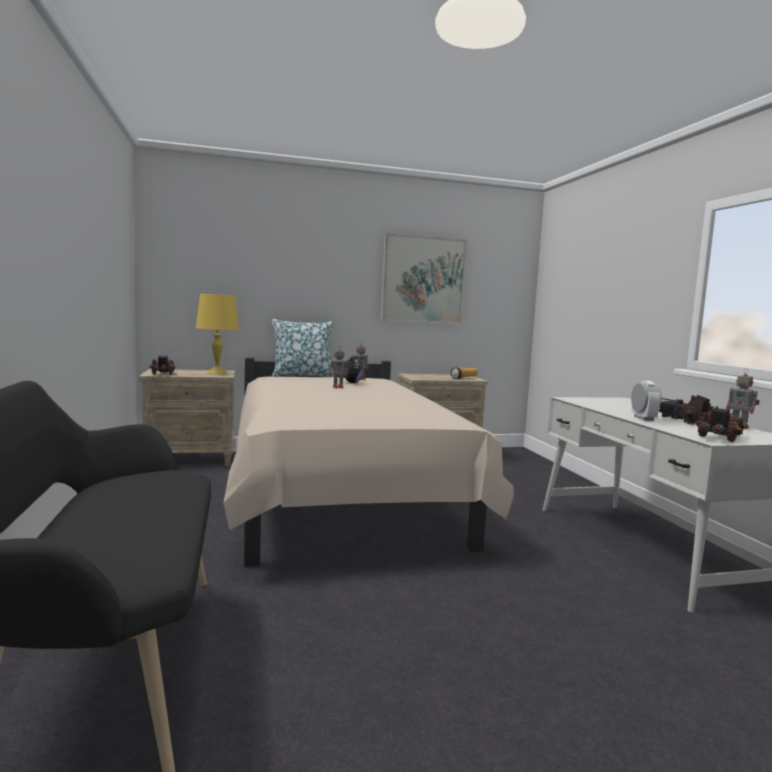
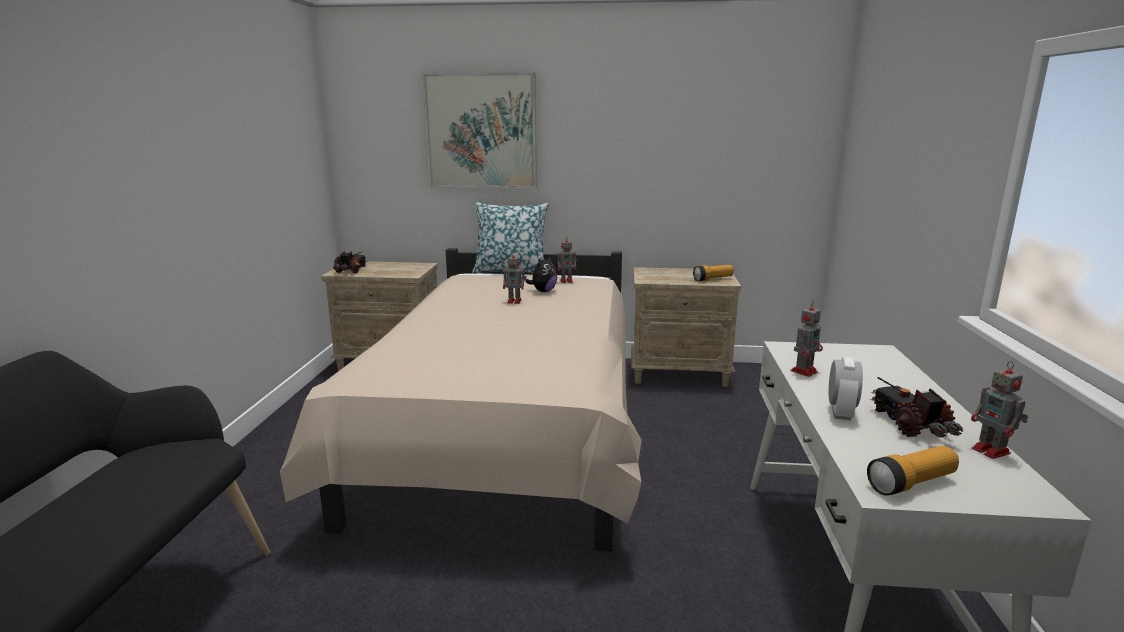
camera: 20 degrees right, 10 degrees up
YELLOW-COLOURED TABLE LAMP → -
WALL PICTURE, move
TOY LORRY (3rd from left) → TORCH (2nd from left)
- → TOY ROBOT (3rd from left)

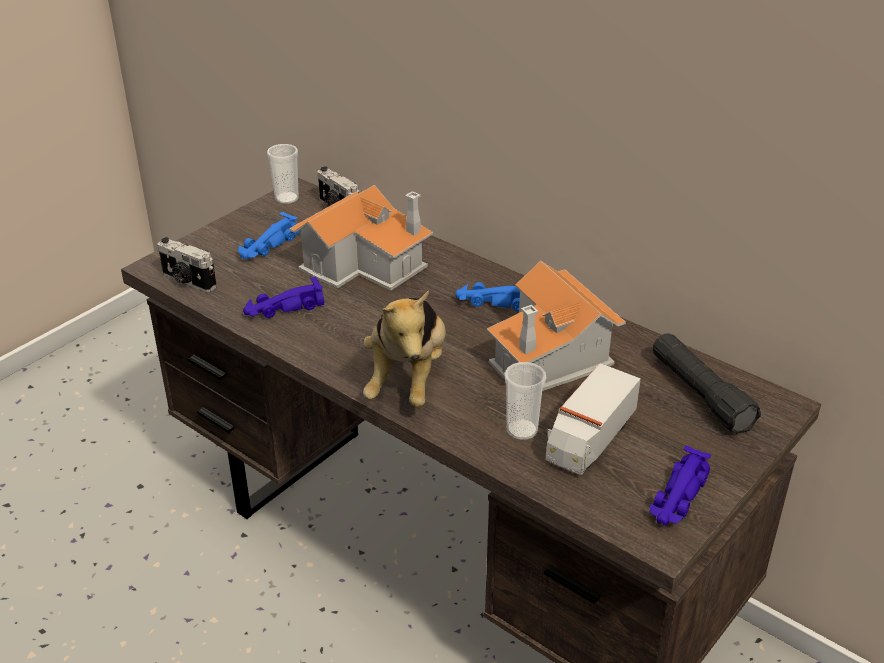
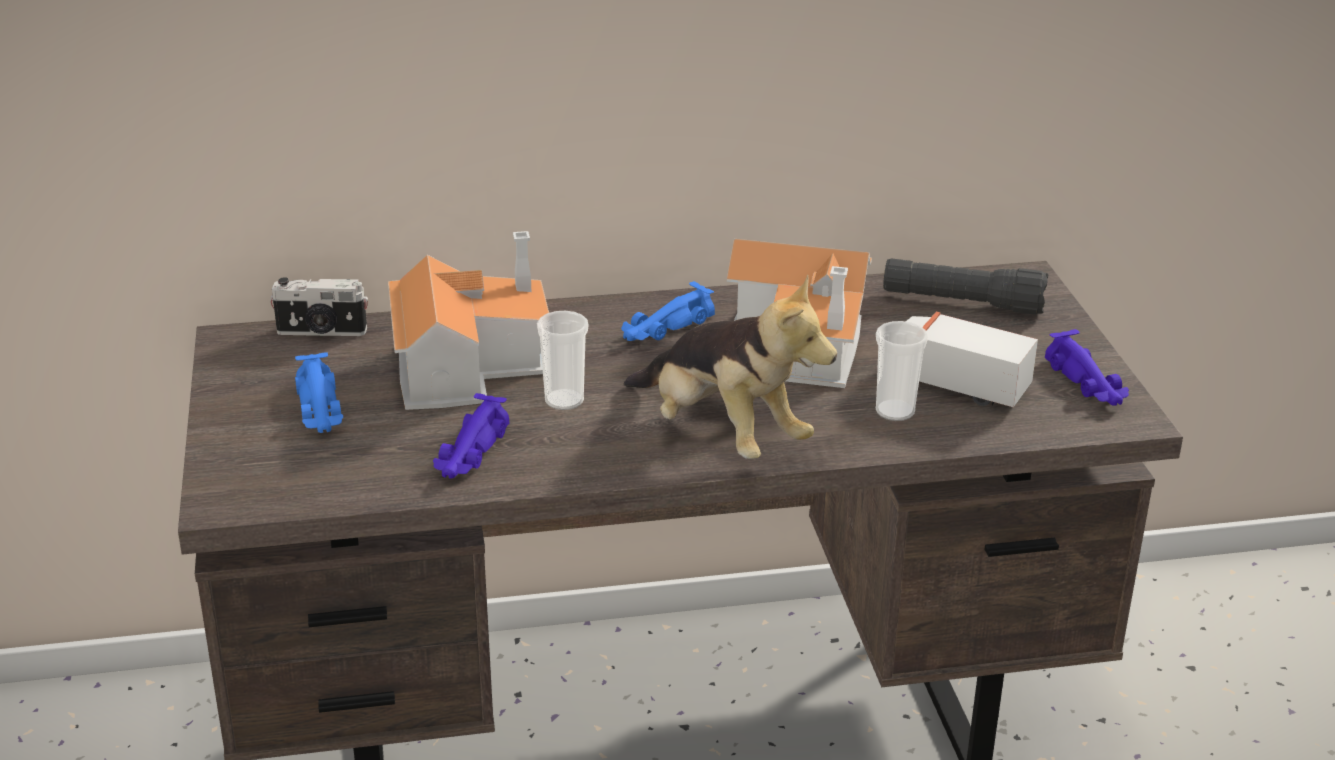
camera: 50 degrees left, 5 degrees down
PHOTO CAMERA (1st from left) → -
DRINKING CUP (1st from left), move
TOY LORRY, 135 degrees clockwise

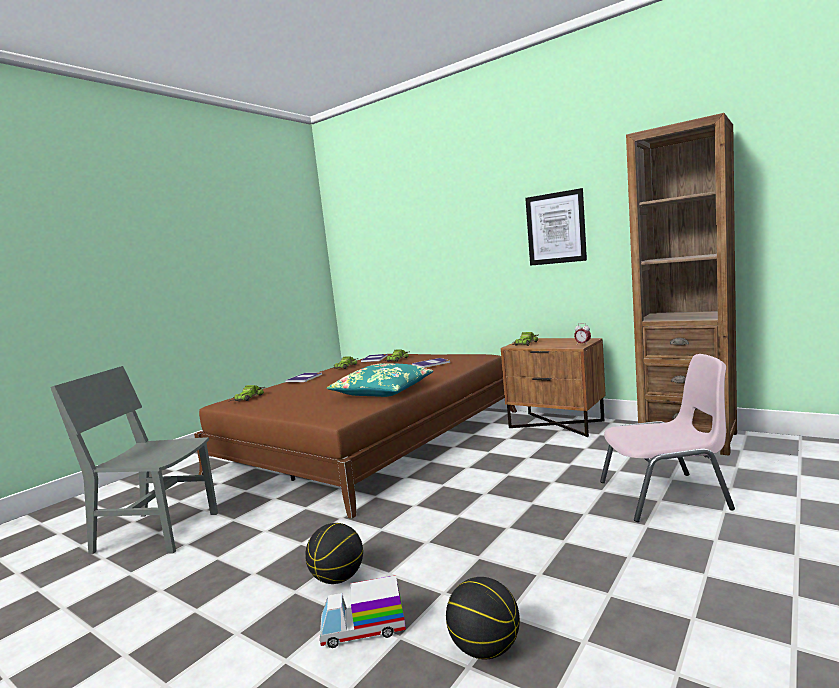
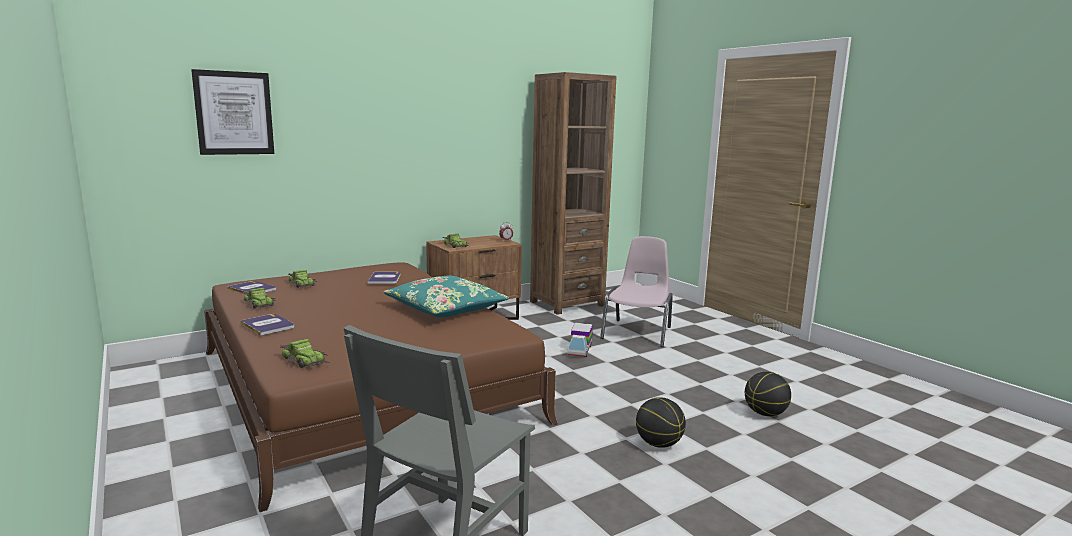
camera: 70 degrees left, 5 degrees up
TOY LORRY, move
WALL PICTURE, move

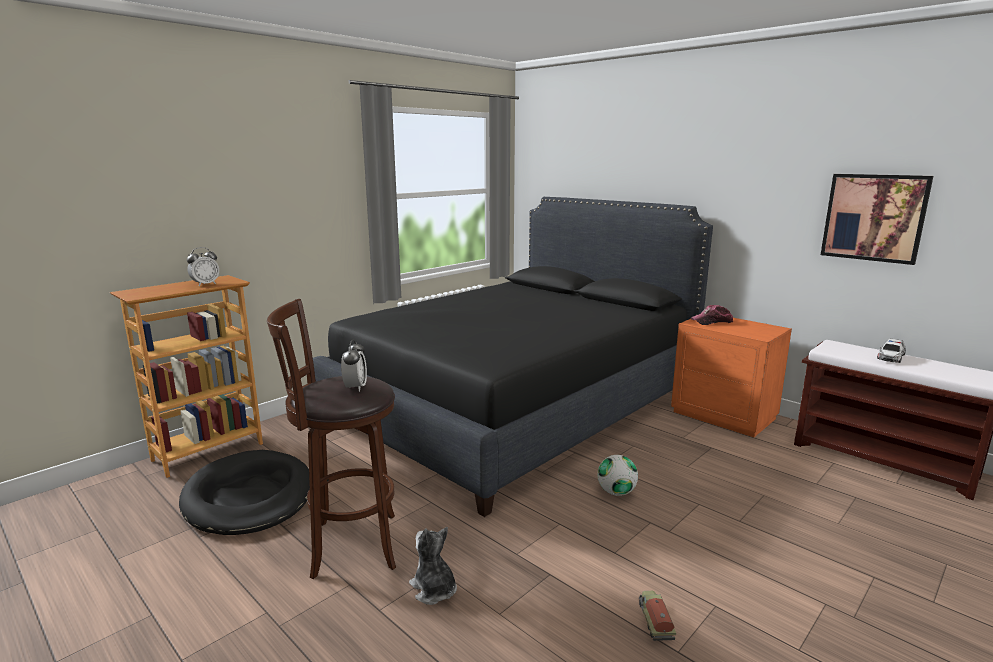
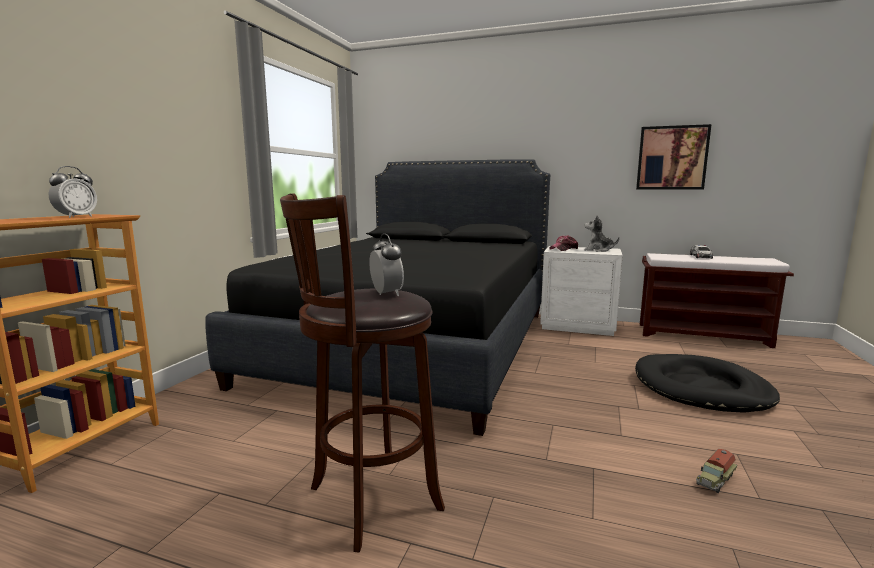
camera: 25 degrees left, 5 degrees down
BLACK-COLOURED DOG BED, move
CUDDLY TOY, move
FOOTBALL → -
TOY LORRY, 105 degrees counterclockwise
ORANGEY BEDSIDE TABLE → WHITE-COLOURED BEDSIDE TABLE

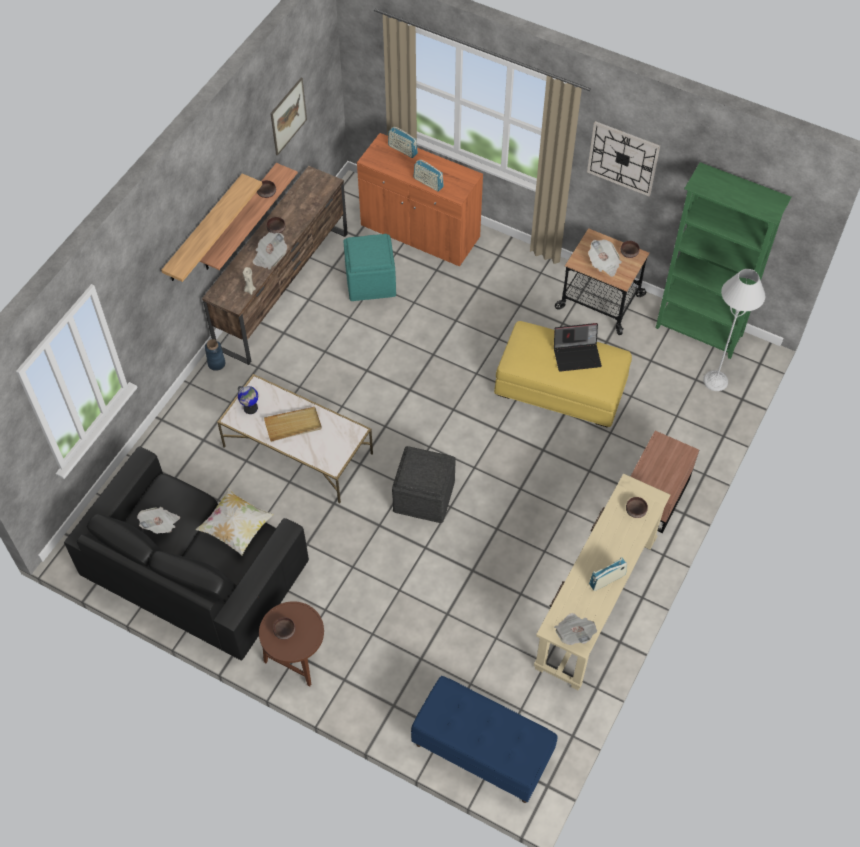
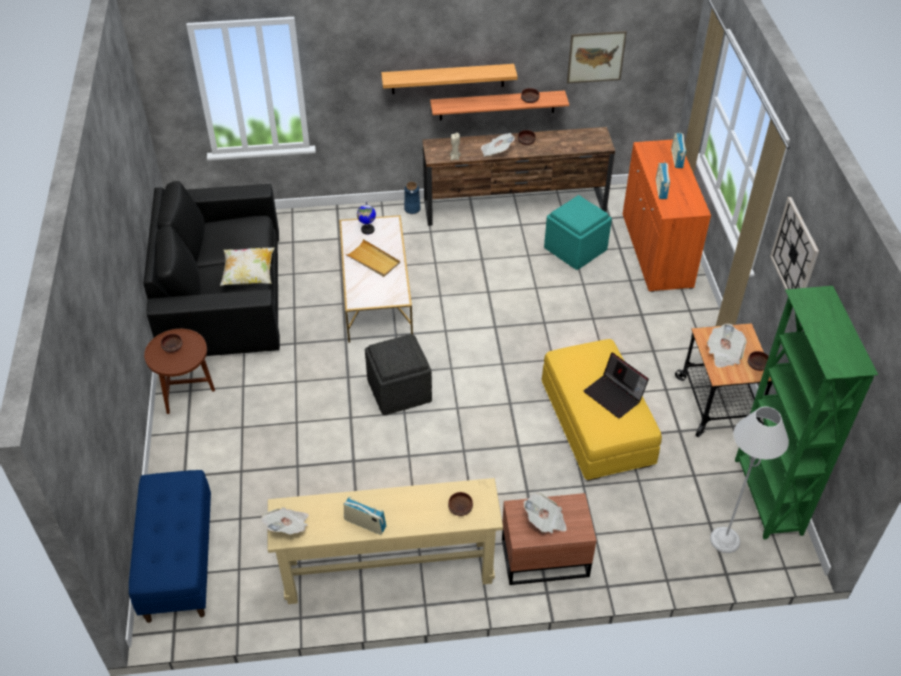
camera: 55 degrees right, 10 degrees down
DAILY PAPER (1st from left in the first image) → DAILY PAPER (3rd from left), move

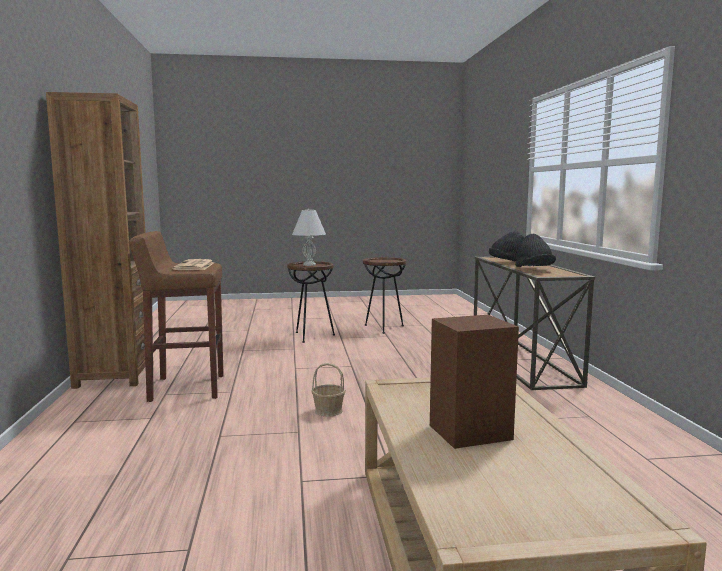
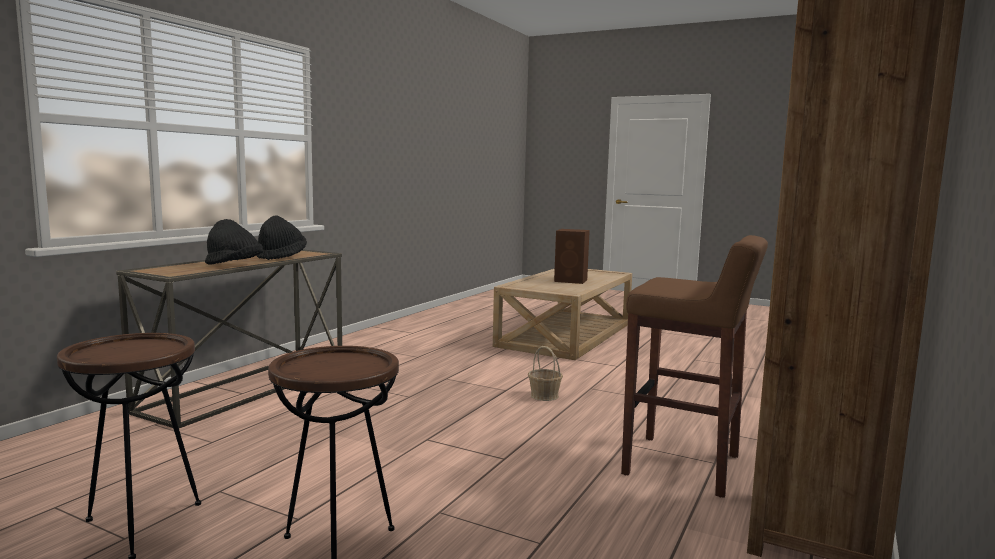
camera: 145 degrees left, 0 degrees up
DAILY PAPER → -
WHITE-COLOURED TABLE LAMP → -

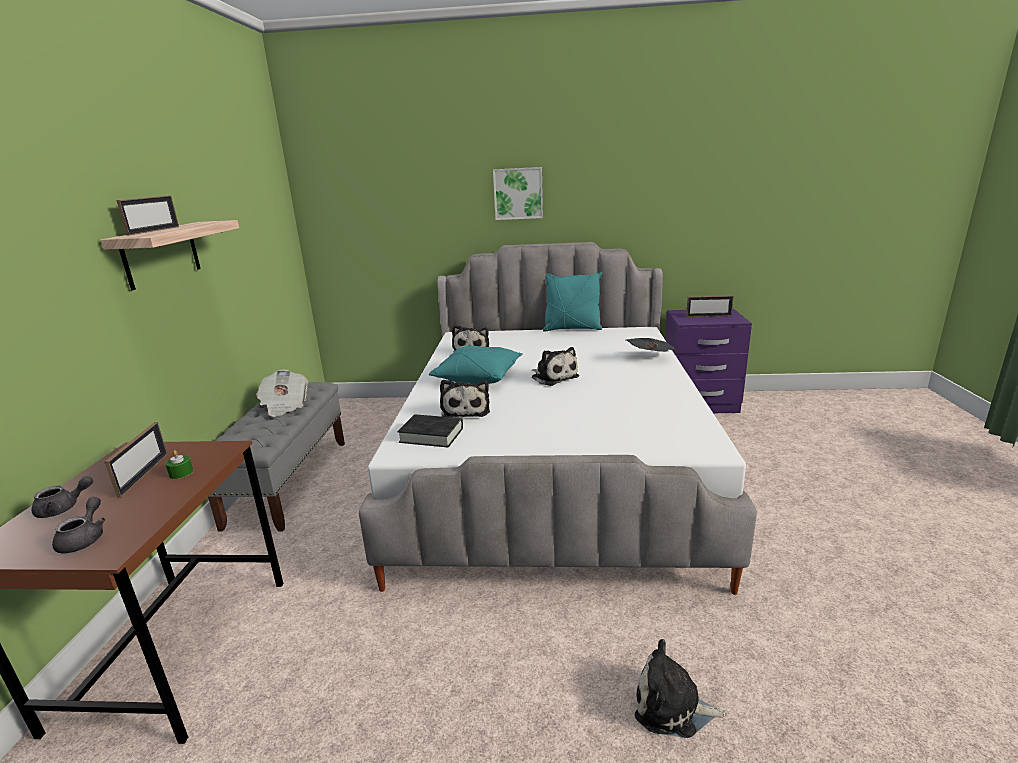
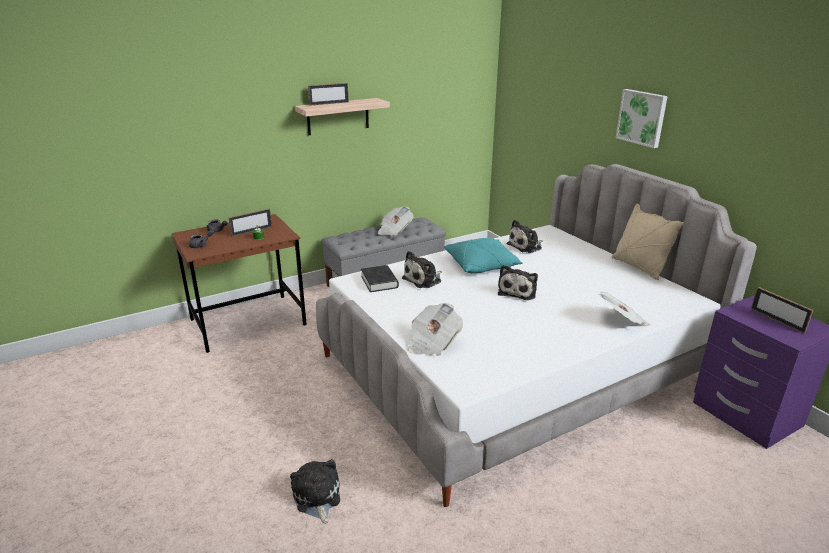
camera: 55 degrees right, 5 degrees up
TURQUOISE PILLOW (2nd from left) → BEIGE-COLOURED PILLOW
- → DAILY PAPER (2nd from left)

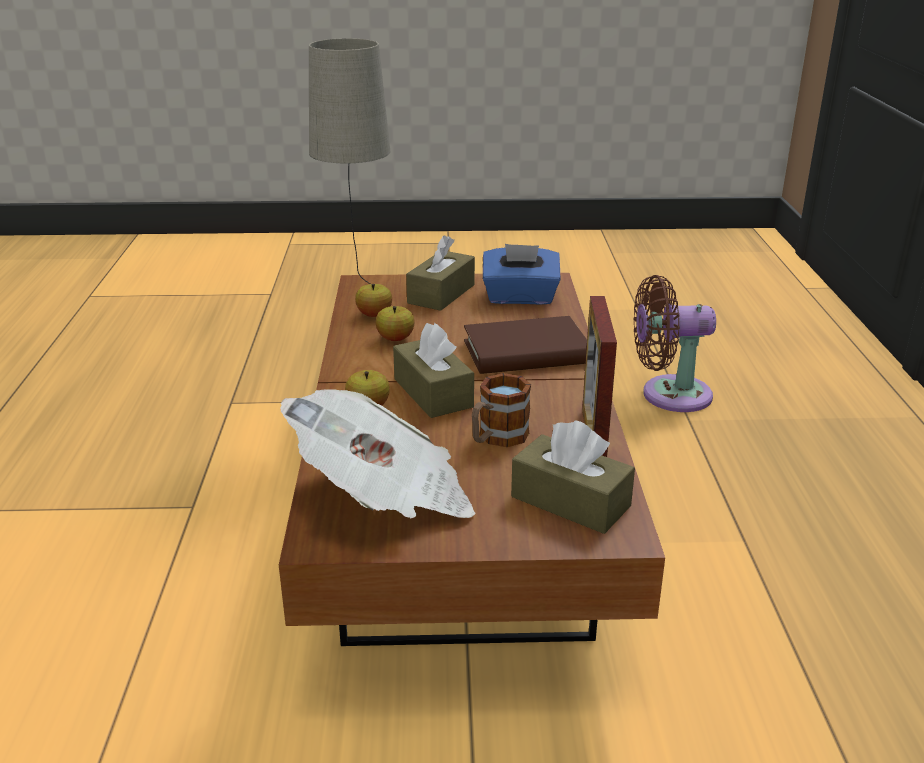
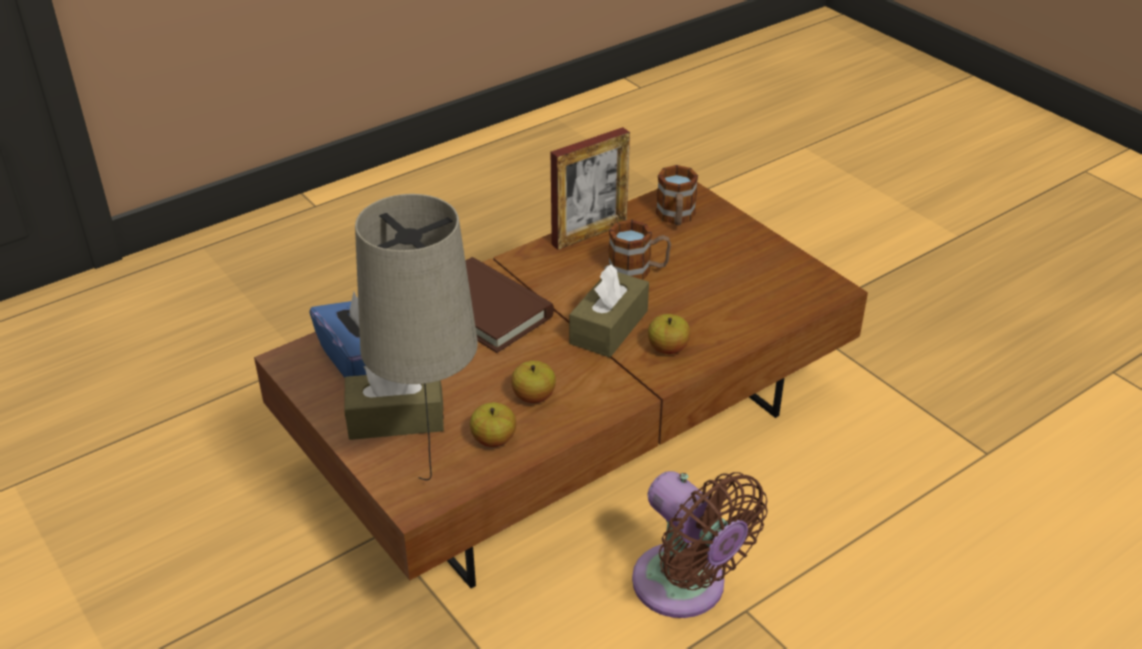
camera: 125 degrees left, 10 degrees up
DAILY PAPER → -
BROWNISH TISSUE HOLDER (3rd from left) → COFFEE MUG (2nd from left)
BROWNISH ELECTRIC FAN, move

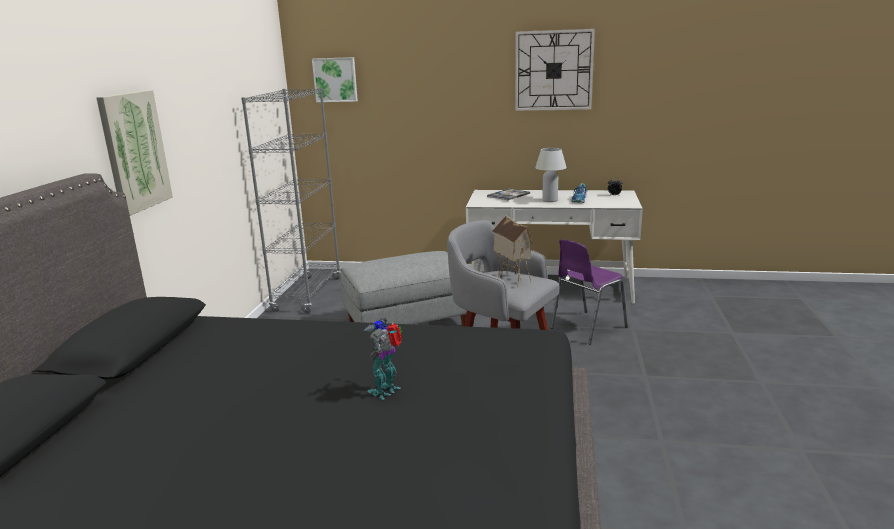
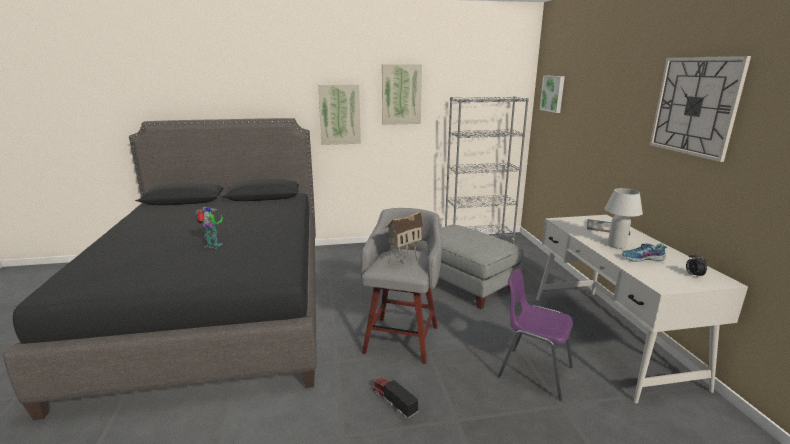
camera: 70 degrees right, 0 degrees up
- → TOY LORRY
- → WALL PICTURE (2nd from left)

